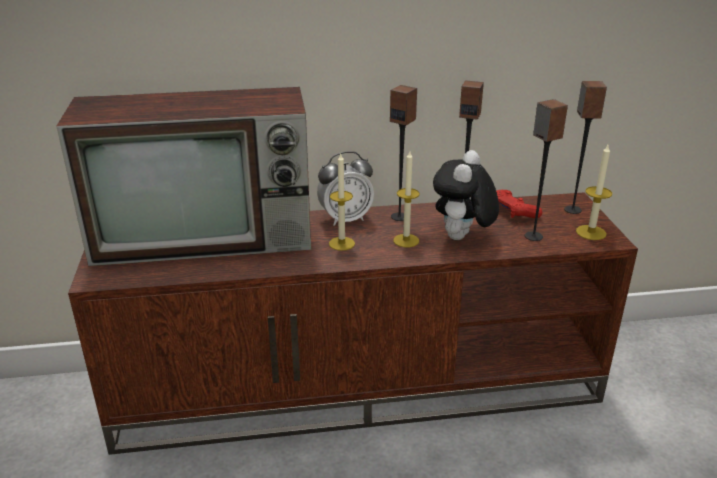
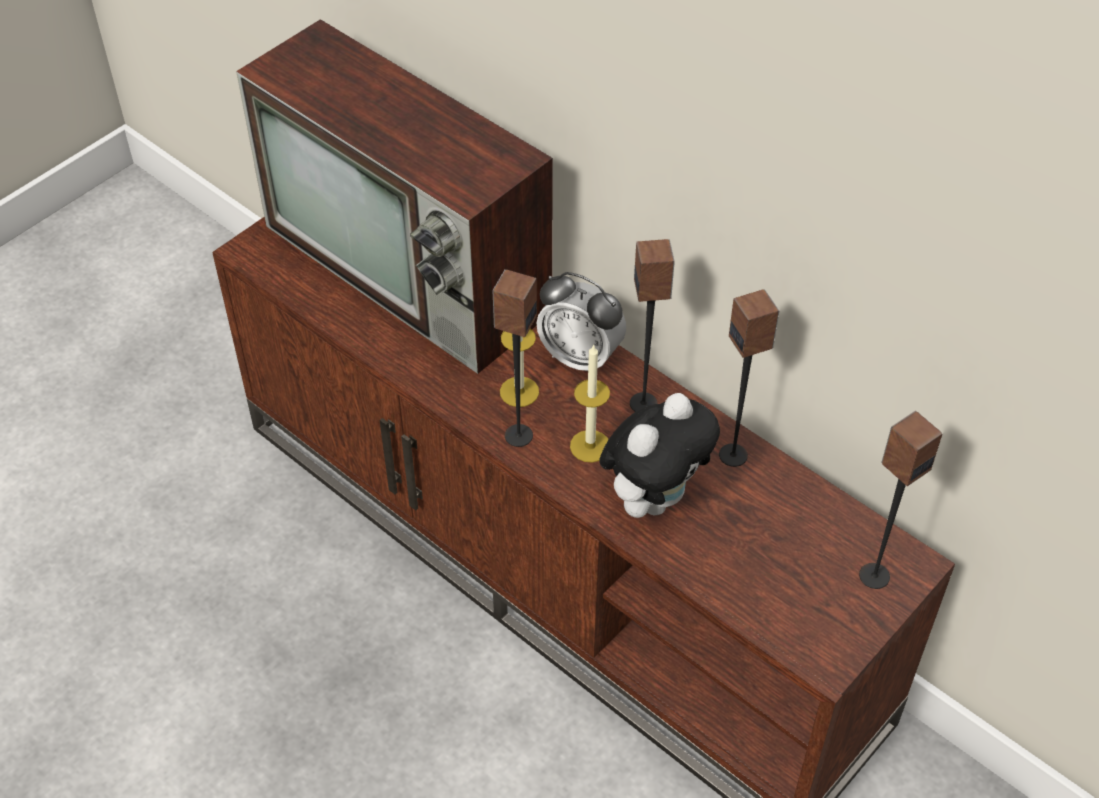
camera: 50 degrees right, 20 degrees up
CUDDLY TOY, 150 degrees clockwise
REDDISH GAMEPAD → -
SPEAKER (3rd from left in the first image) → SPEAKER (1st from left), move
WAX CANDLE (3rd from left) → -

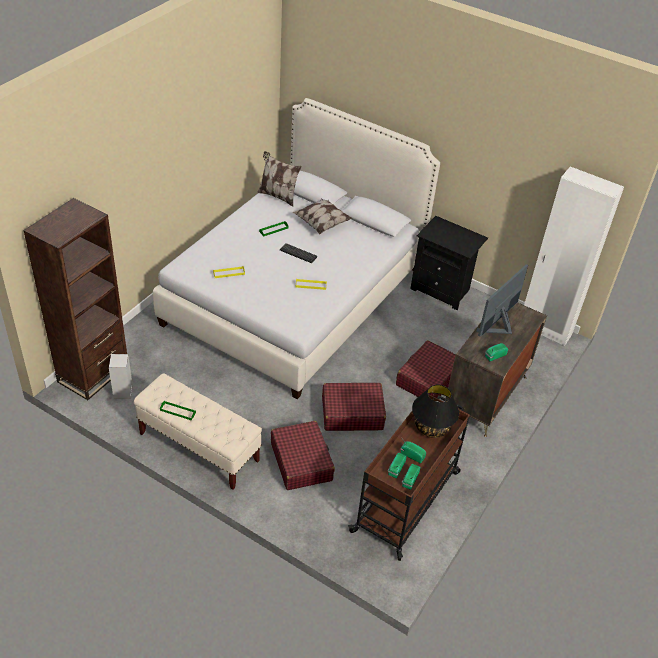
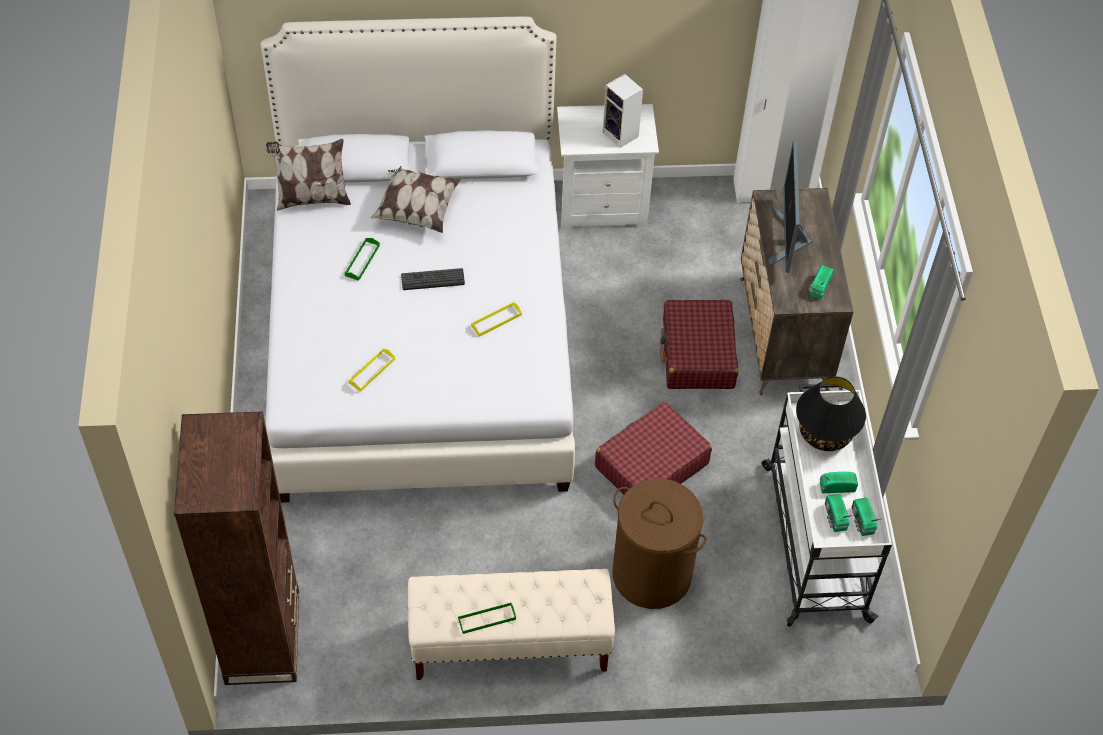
camera: 35 degrees left, 10 degrees up
SPEAKER, move
REDDISH PIECE OF LUGGAGE (1st from left) → BROWNISH HAMPER
BROWNISH TROLLEY → WHITE-COLOURED TROLLEY
BLACK-COLOURED BEDSIDE TABLE → WHITE-COLOURED BEDSIDE TABLE

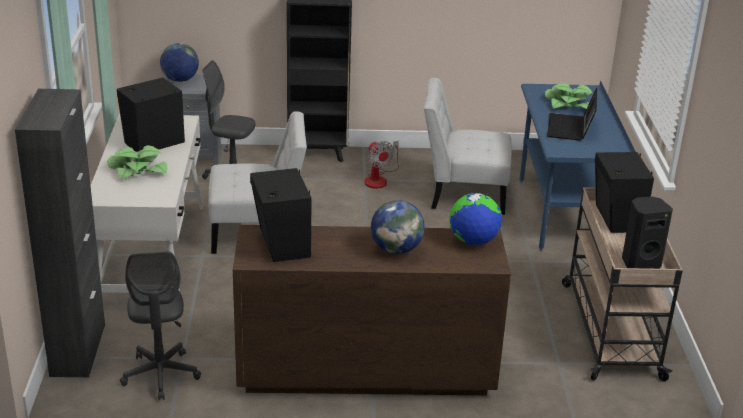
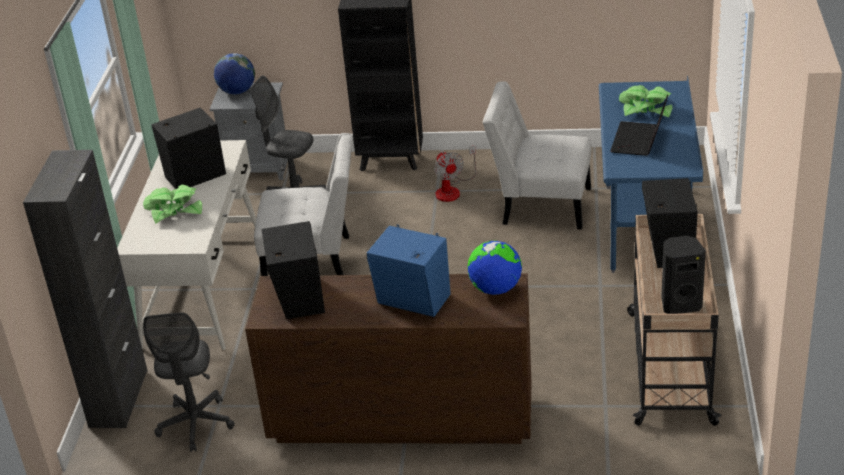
camera: 10 degrees right, 5 degrees up
GLOBE (2nd from left) → BLUE SPEAKER

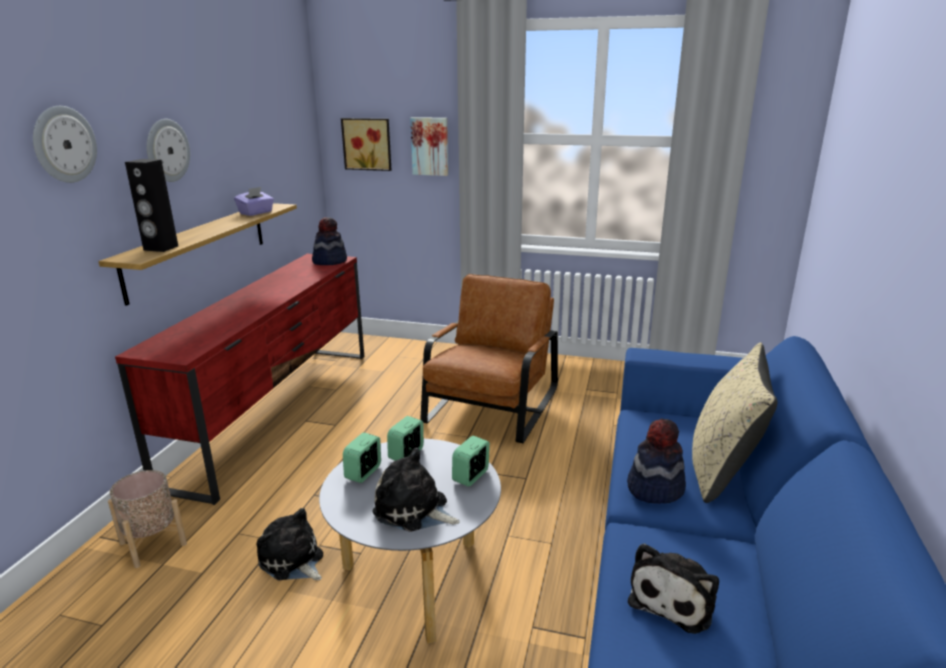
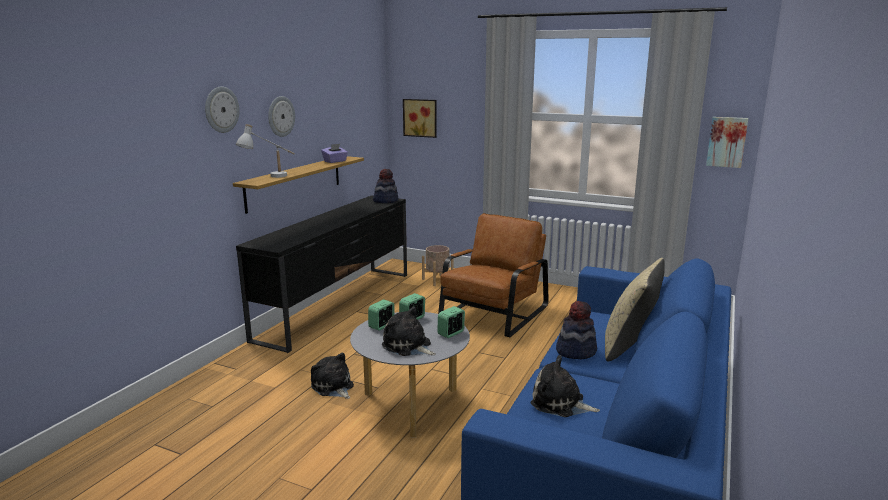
camera: 10 degrees right, 5 degrees down
BEIGE-COLOURED PLANTER, move
REDDISH MEDIA CONSOLE → BLACK-COLOURED MEDIA CONSOLE
BLACK-COLOURED SPEAKER → WHITE-COLOURED TABLE LAMP
WALL PICTURE (2nd from left), move
CUDDLY TOY (3rd from left), 75 degrees clockwise

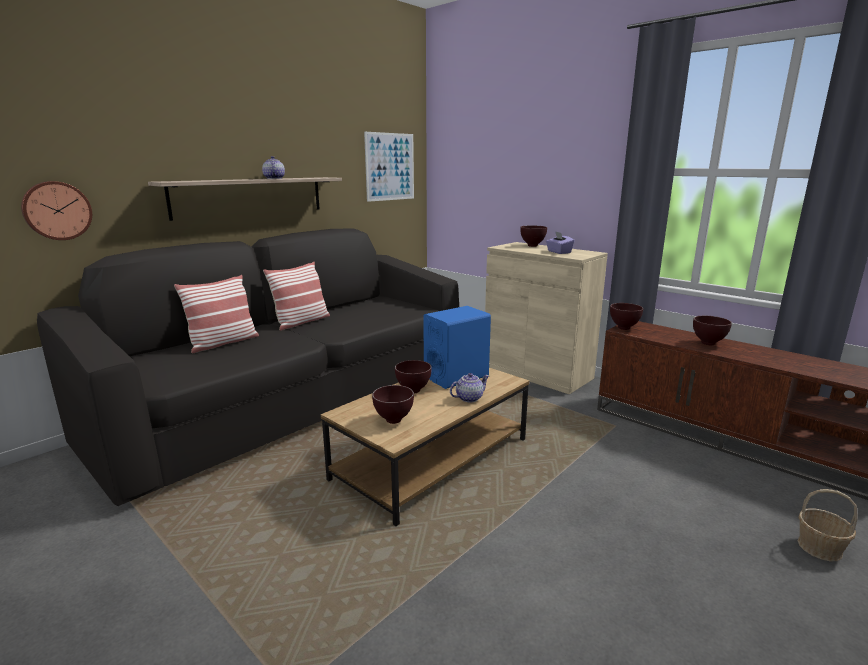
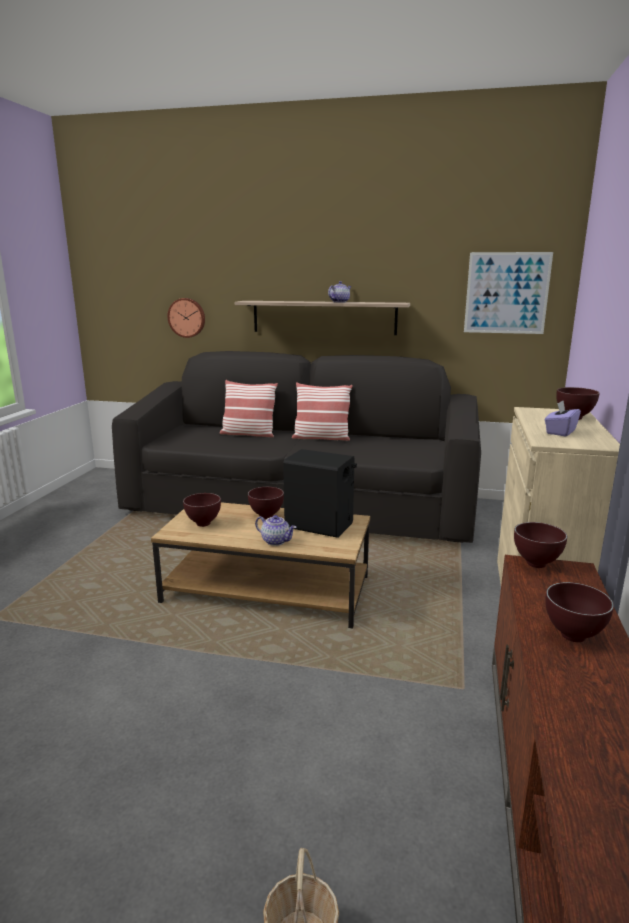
camera: 60 degrees right, 0 degrees up
BLUE SPEAKER → BLACK-COLOURED SPEAKER

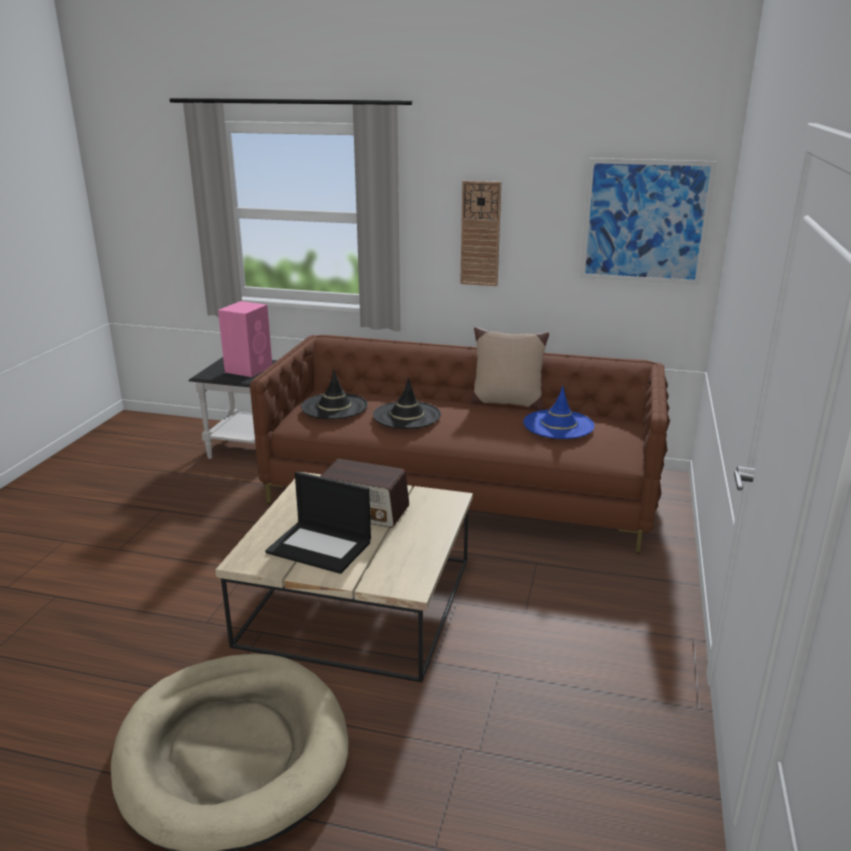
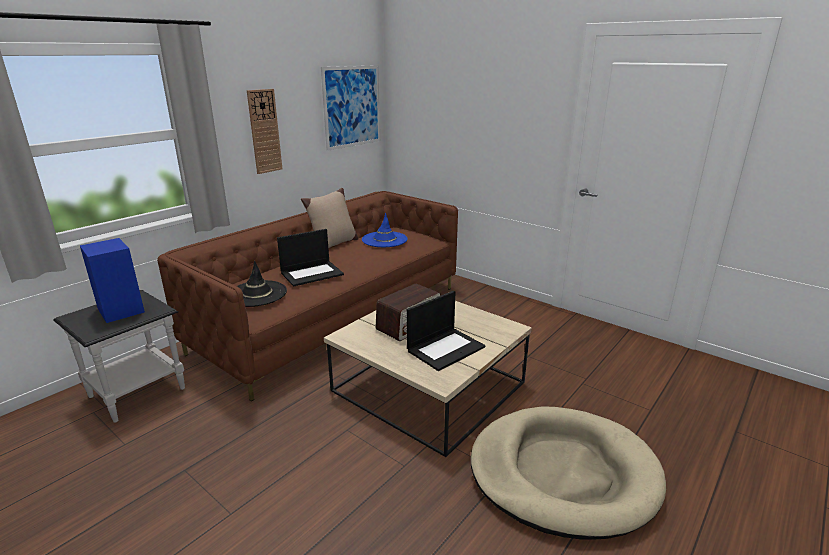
camera: 65 degrees left, 0 degrees up
PINKISH SPEAKER → BLUE SPEAKER
BLACK-COLOURED CLOTHING HAT (2nd from left) → NOTEBOOK COMPUTER (1st from left)

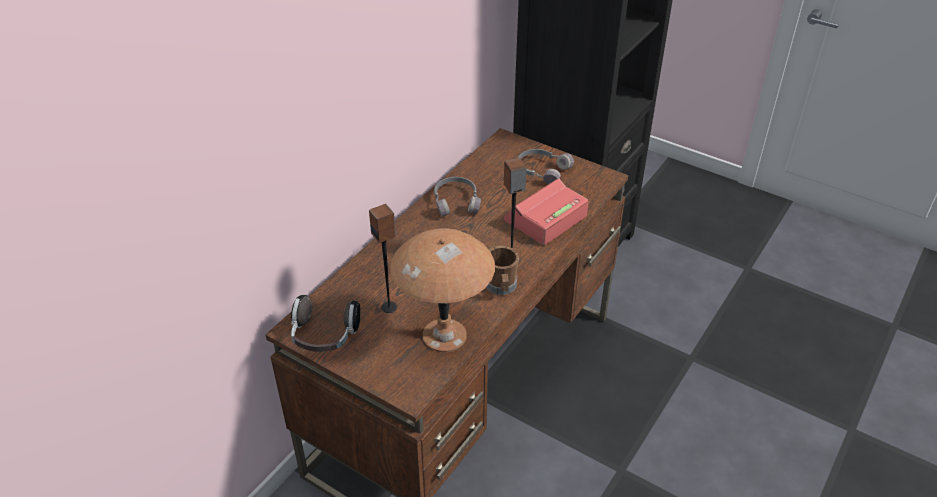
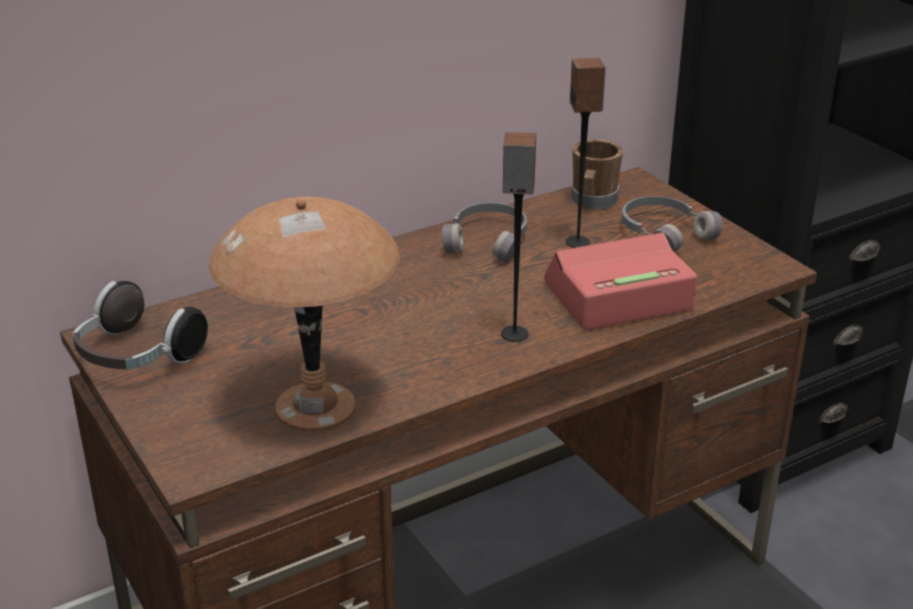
camera: 25 degrees right, 10 degrees down
SPEAKER (1st from left in the first image) → SPEAKER (2nd from left), move
BROWNISH COFFEE MUG, move

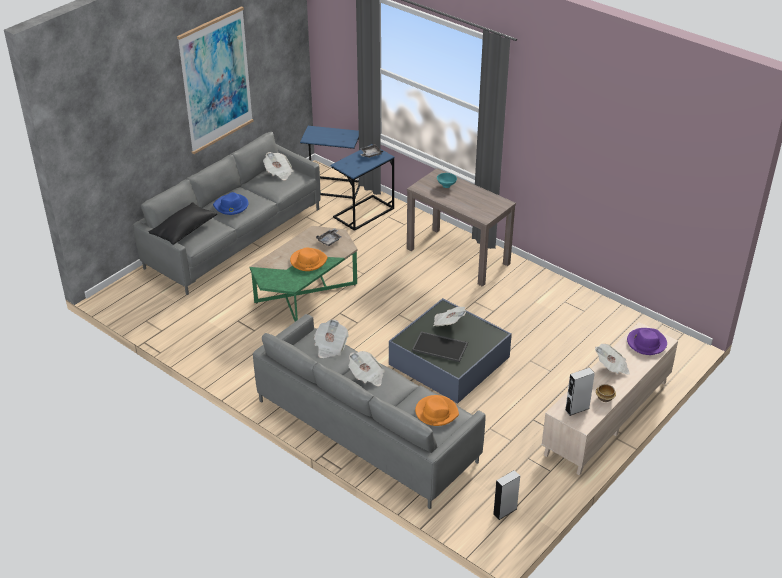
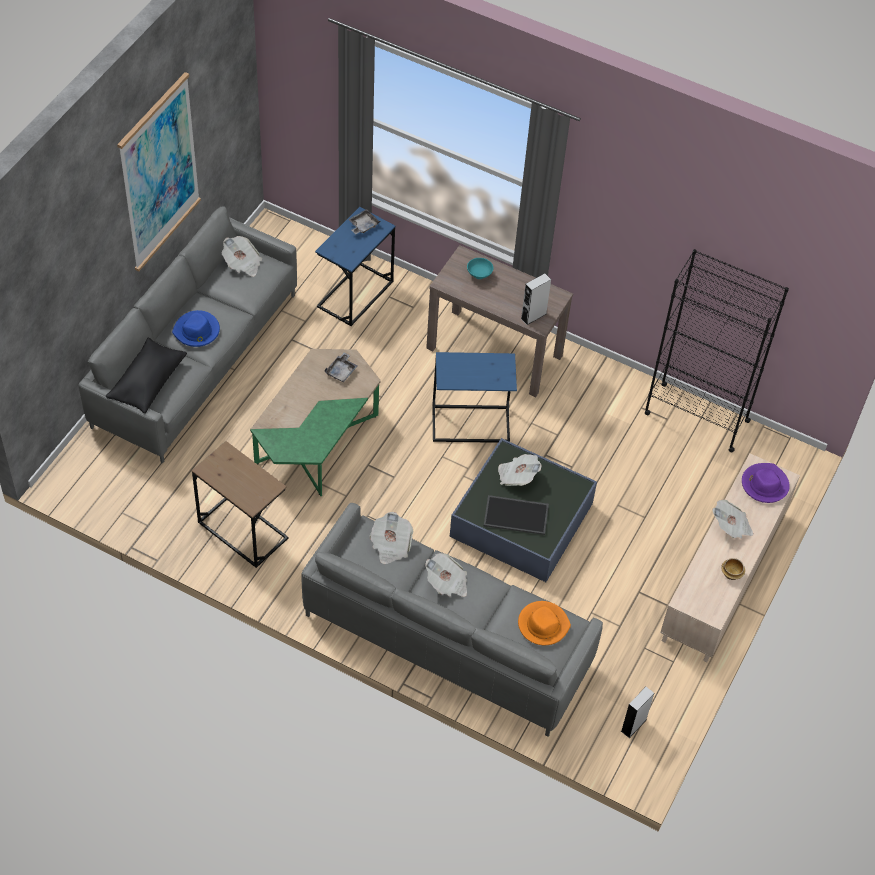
camera: 15 degrees left, 15 degrees up
ORANGEY CLOTHING HAT (1st from left) → -
BLUE END TABLE (1st from left in the first image) → BLUE END TABLE (2nd from left), move
GRAY SPEAKER (2nd from left in the first image) → GRAY SPEAKER (1st from left), move
- → BROWNISH END TABLE
- → BLACK-COLOURED SHELVING UNIT

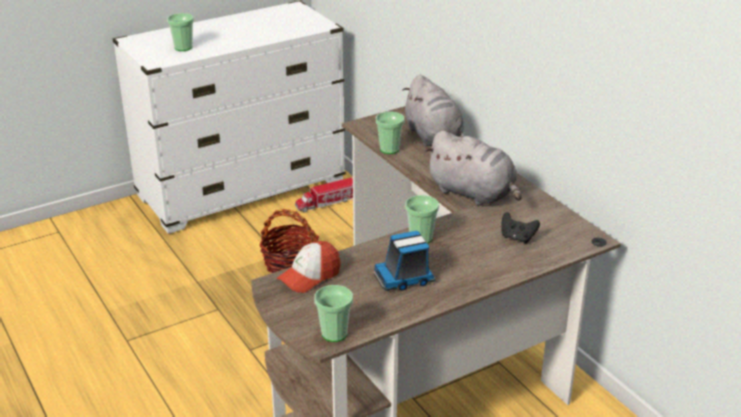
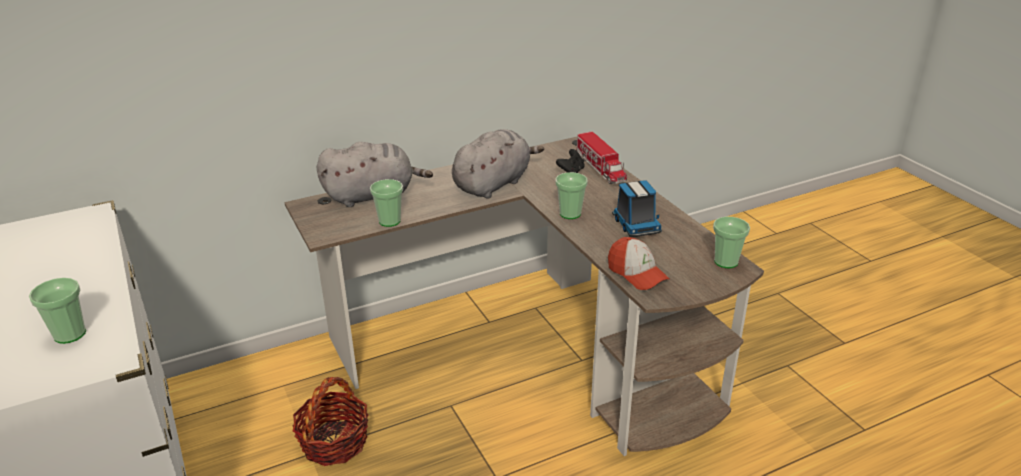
camera: 85 degrees left, 0 degrees up
TOY LORRY (1st from left), move

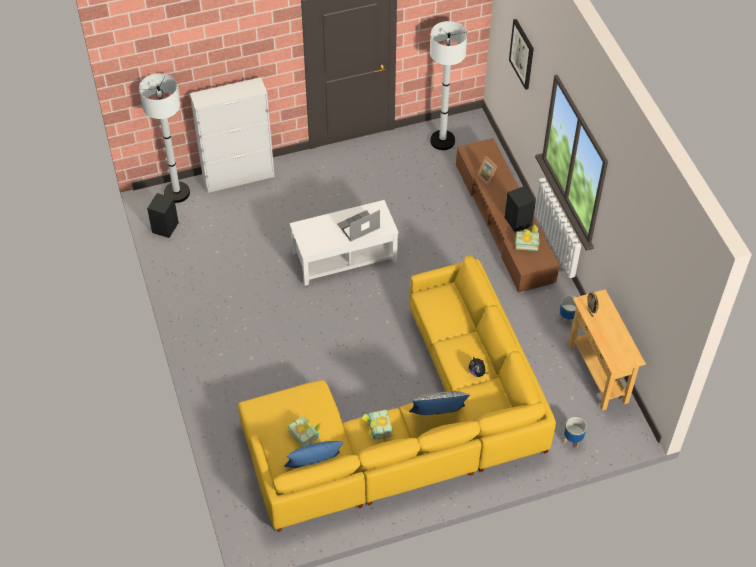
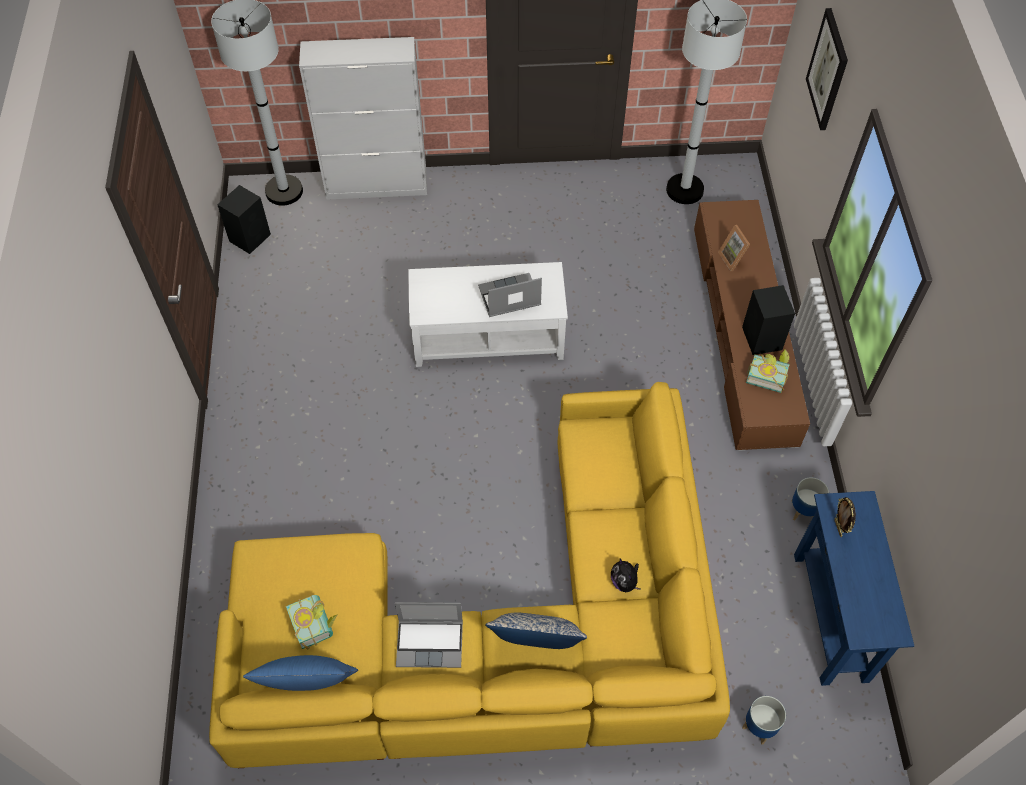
camera: 15 degrees right, 5 degrees up
BOOK (2nd from left) → NOTEBOOK COMPUTER (1st from left)
BEIGE-COLOURED HALL TABLE → BLUE HALL TABLE

